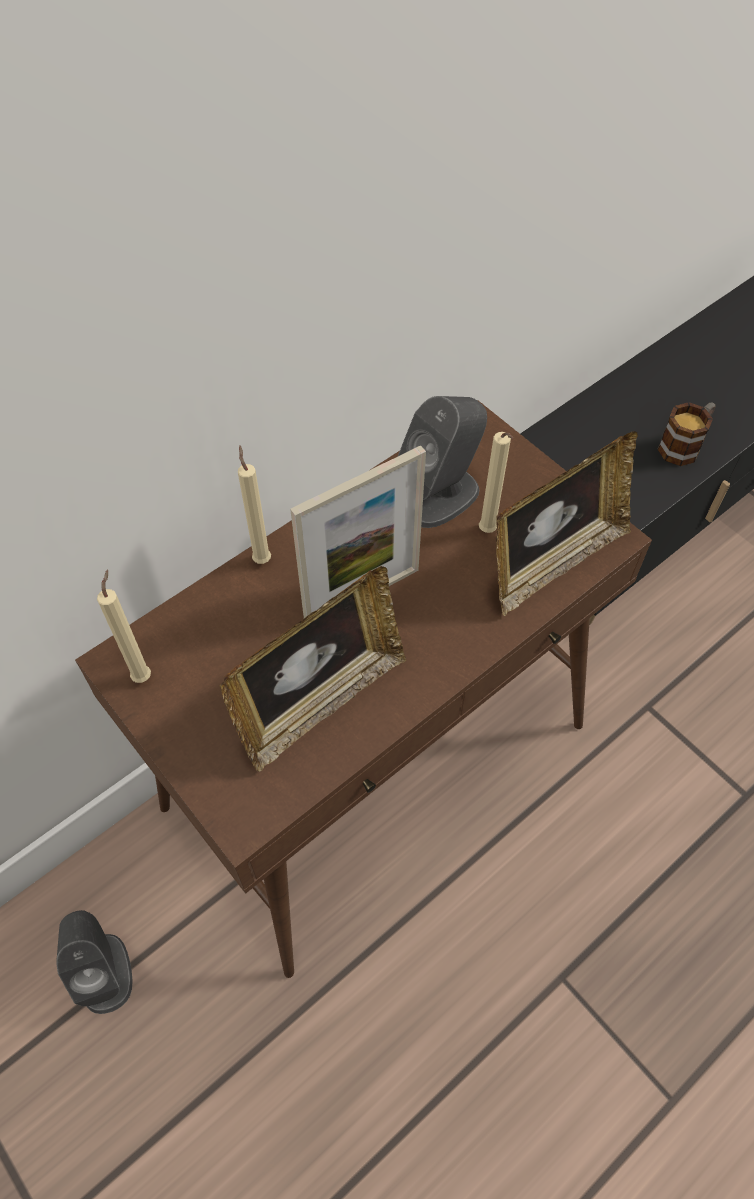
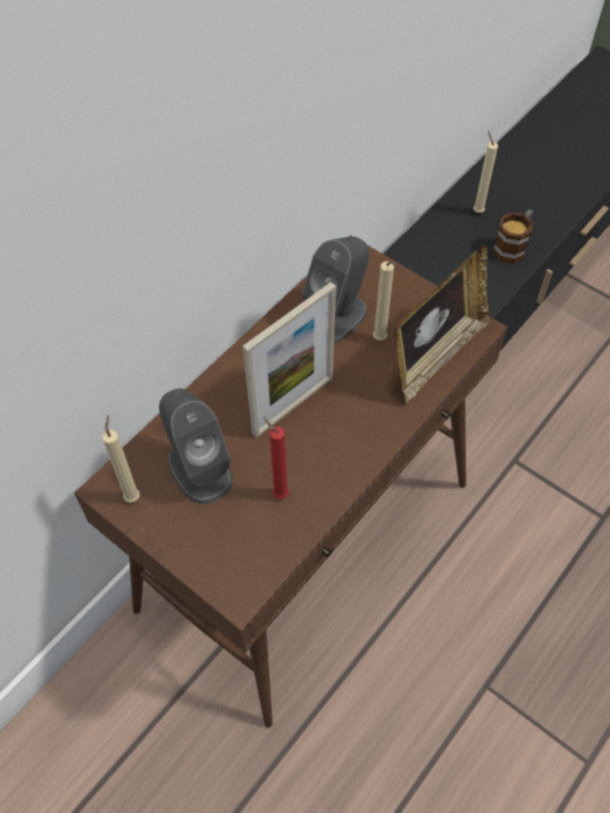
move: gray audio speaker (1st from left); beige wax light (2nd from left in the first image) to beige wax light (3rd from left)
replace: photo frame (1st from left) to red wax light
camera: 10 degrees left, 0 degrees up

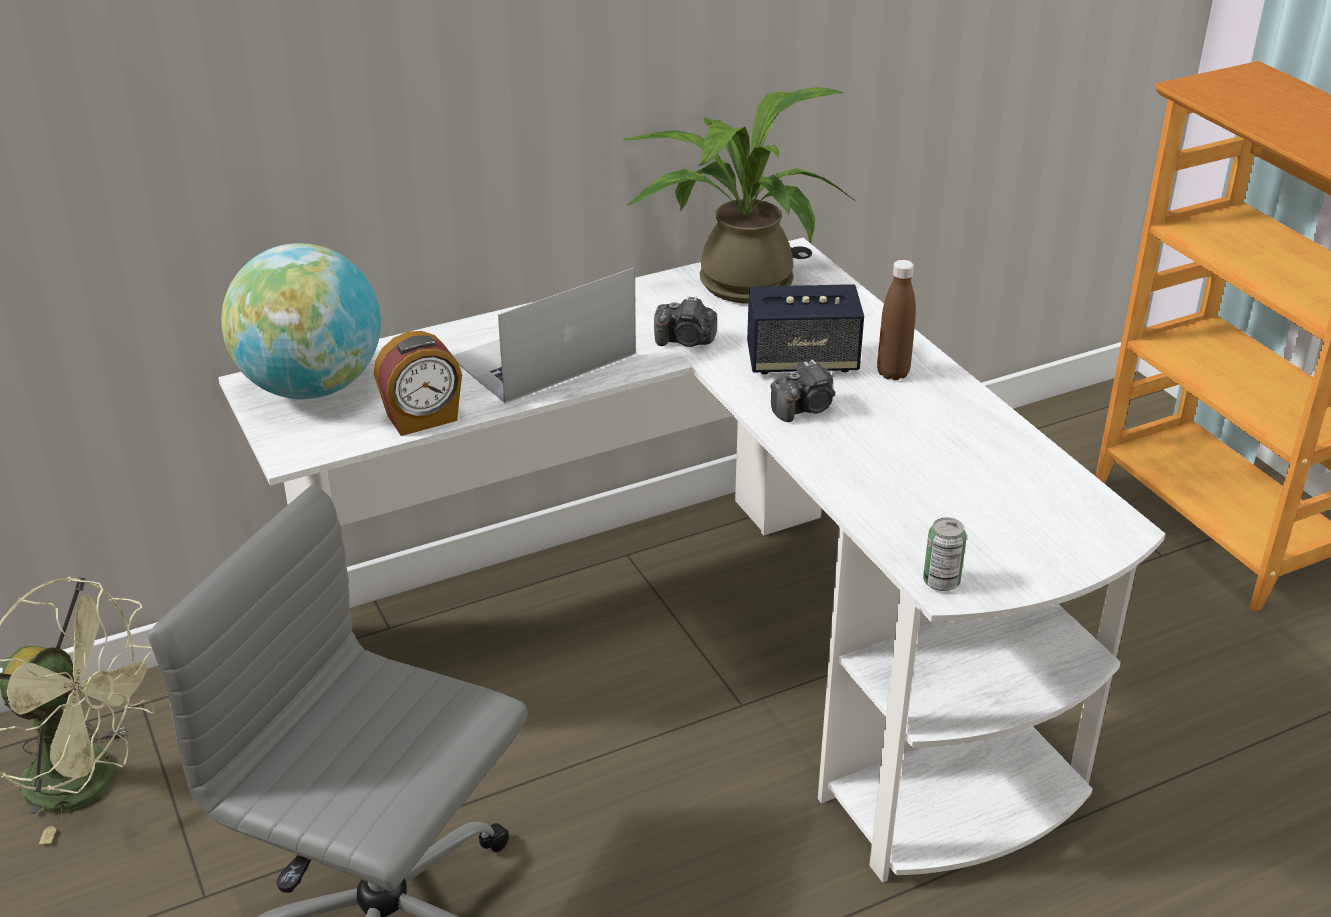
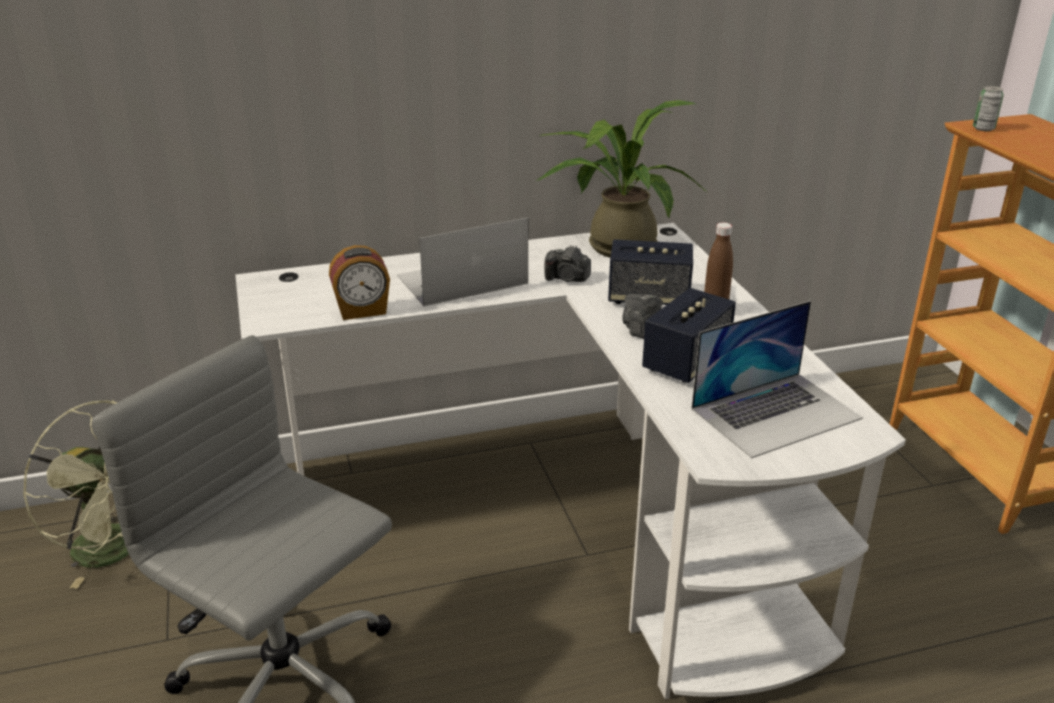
delete: desk globe
insert: audio speaker (2nd from left); portable computer (2nd from left)
move: metal can
rotate: still camera (2nd from left) 135 degrees clockwise
camera: 10 degrees right, 5 degrees down

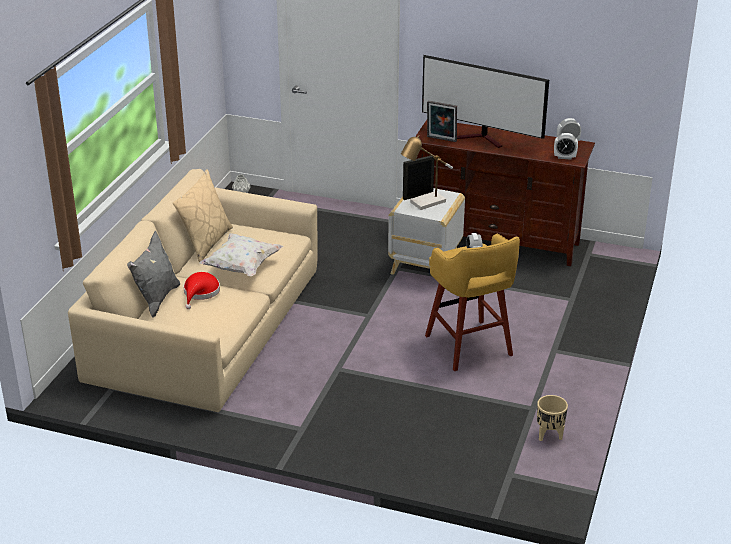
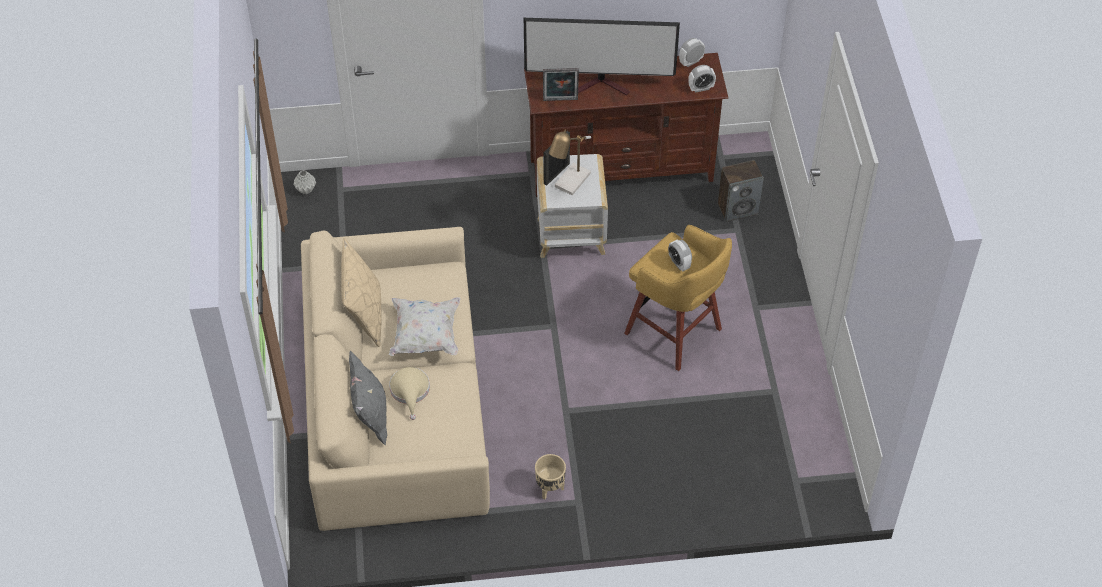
insert: audio speaker
move: beige plant pot
recolor: red wearable hat to beige wearable hat
camera: 25 degrees left, 20 degrees up

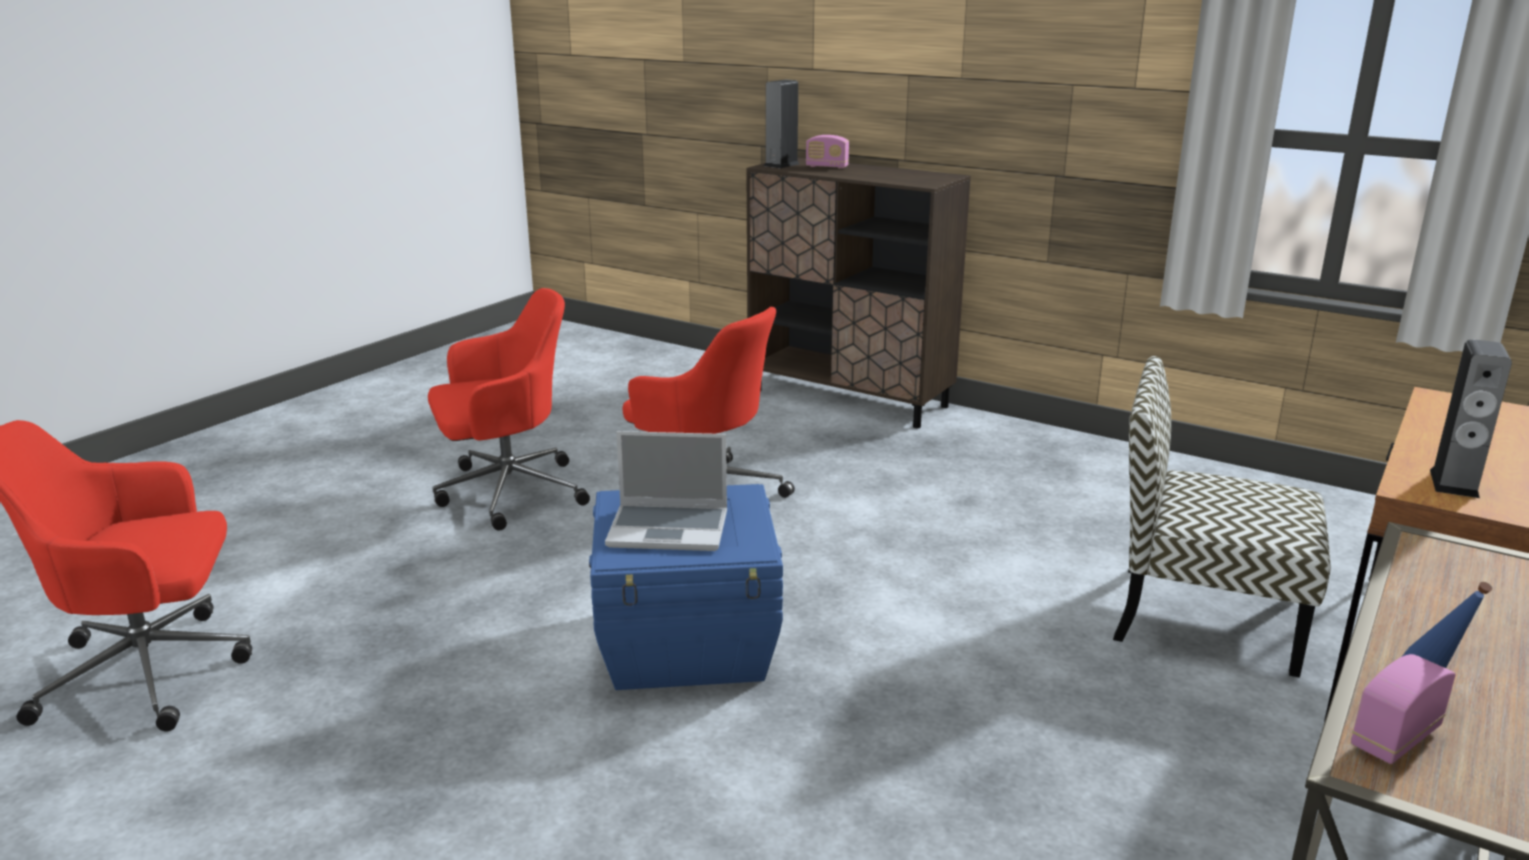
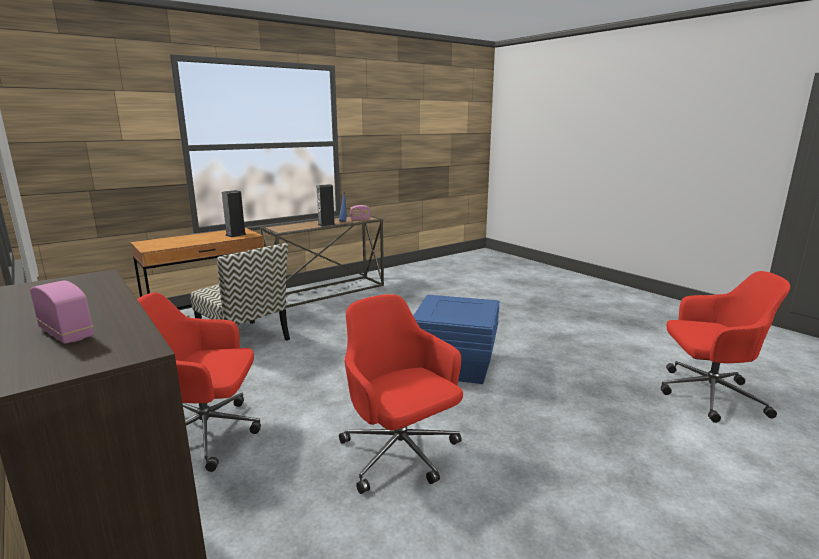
delete: portable computer
move: red computer chair (2nd from left in the first image) to red computer chair (1st from left); audio speaker (1st from left in the first image) to audio speaker (2nd from left)
camera: 160 degrees left, 5 degrees down

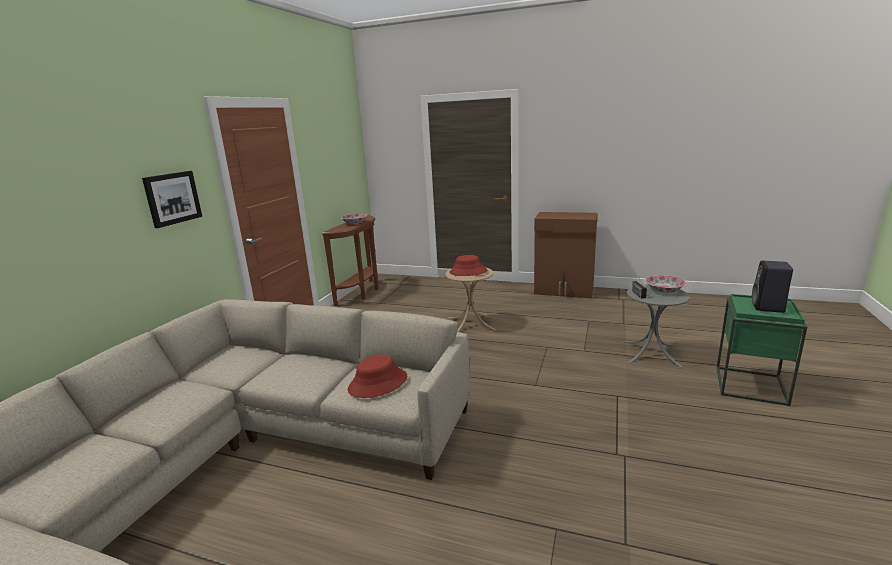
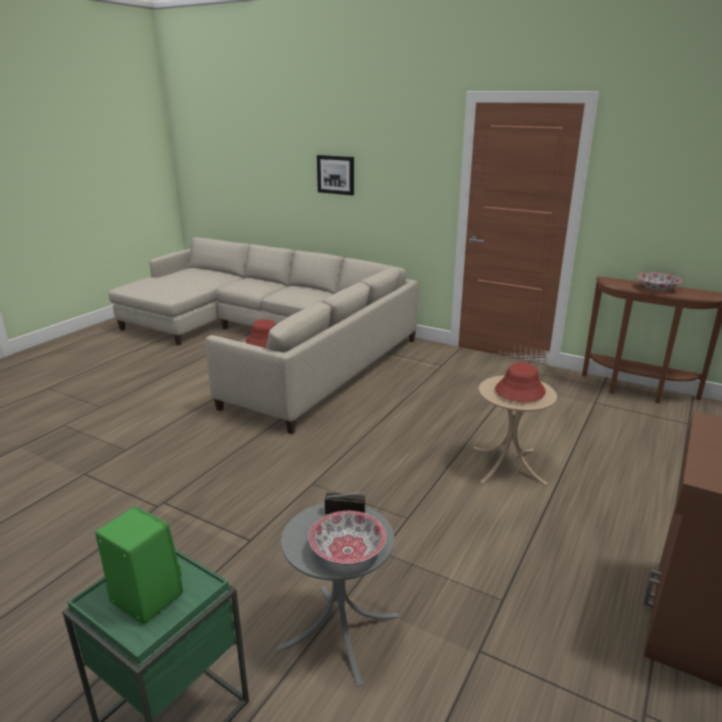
move: wall art
recolor: blackish audio speaker to greenish audio speaker
camera: 100 degrees right, 5 degrees up

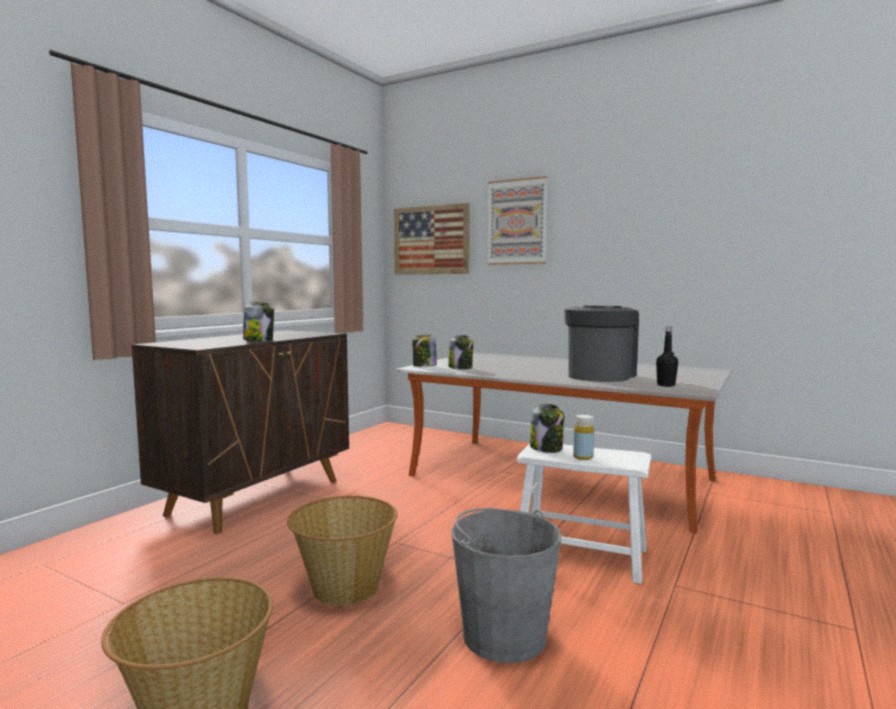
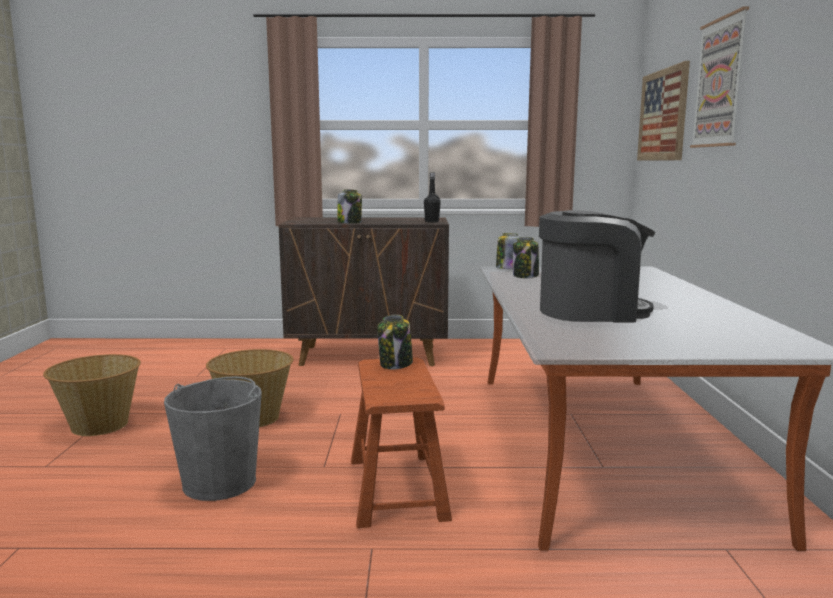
delete: yellow beverage bottle
move: blackish beverage bottle
recolor: white sitting stool to brown sitting stool
camera: 60 degrees right, 5 degrees up

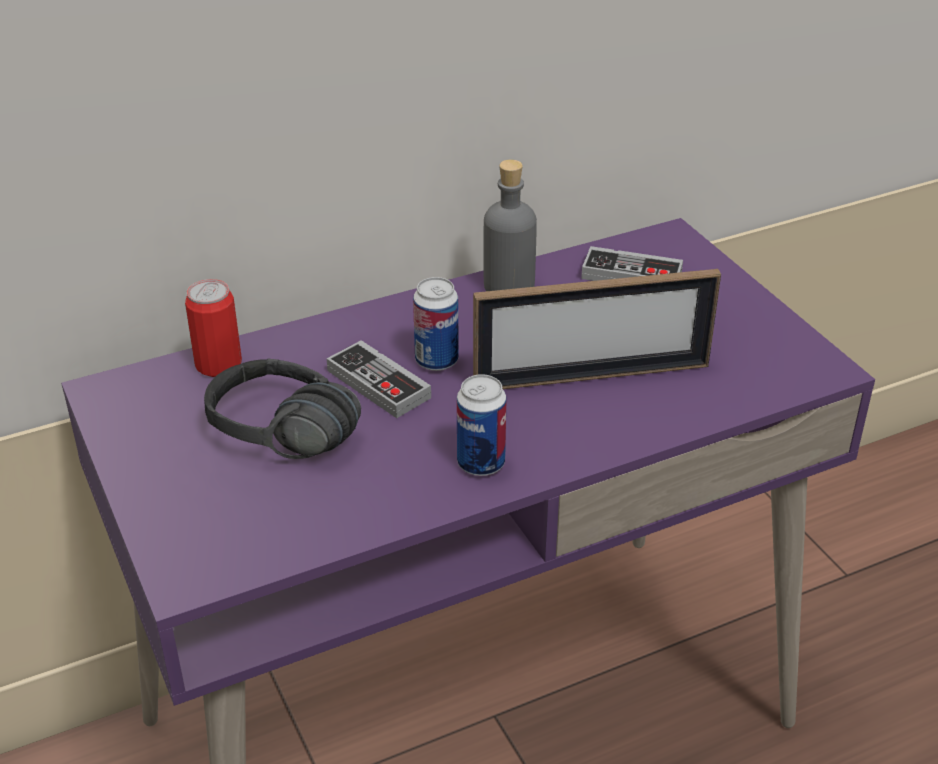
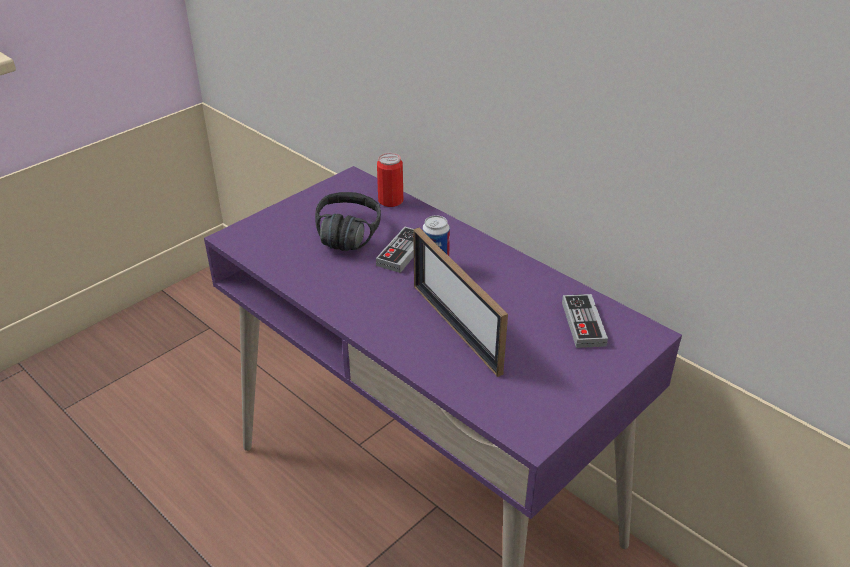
delete: metal can (3rd from left); gray beverage bottle
camera: 70 degrees right, 0 degrees up

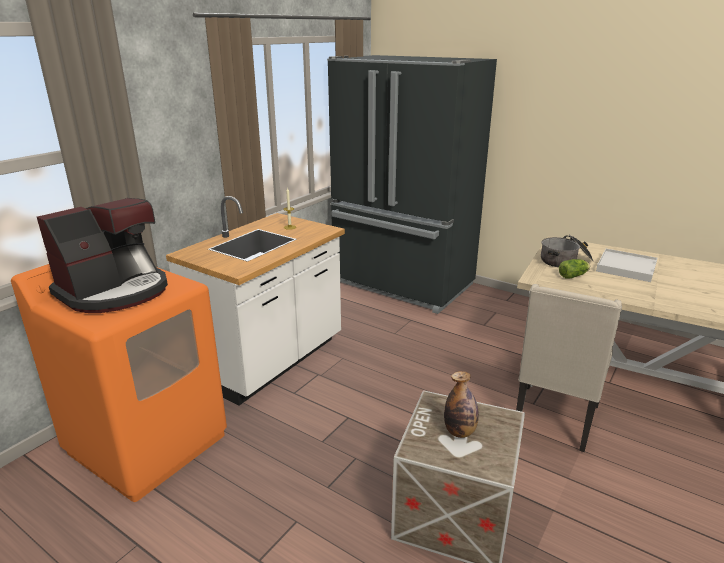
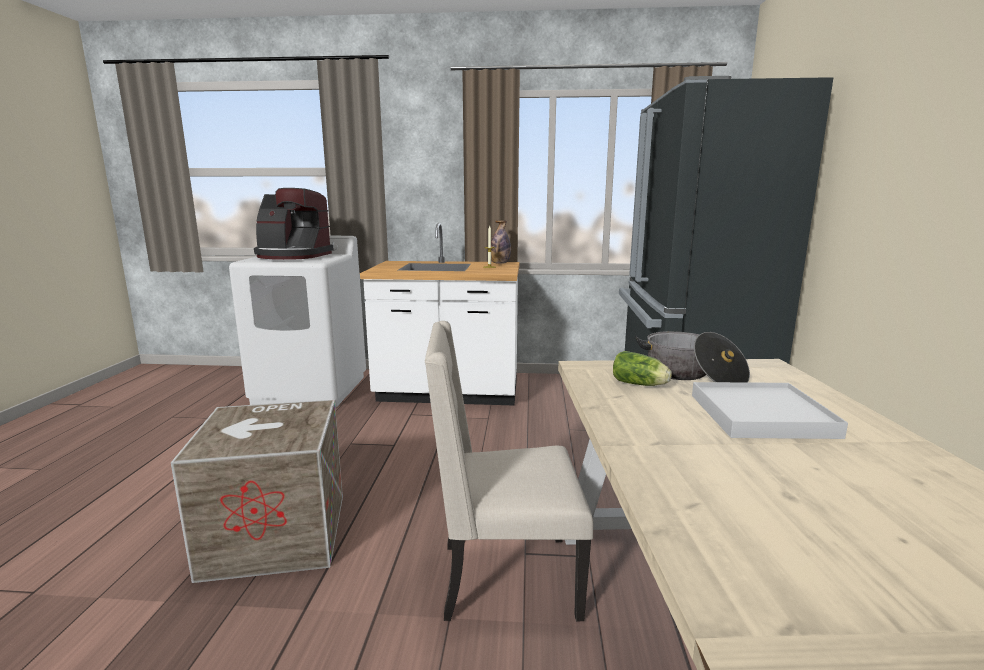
move: beverage bottle
recolor: orangey laundry appliance to white laundry appliance
camera: 60 degrees right, 10 degrees down

